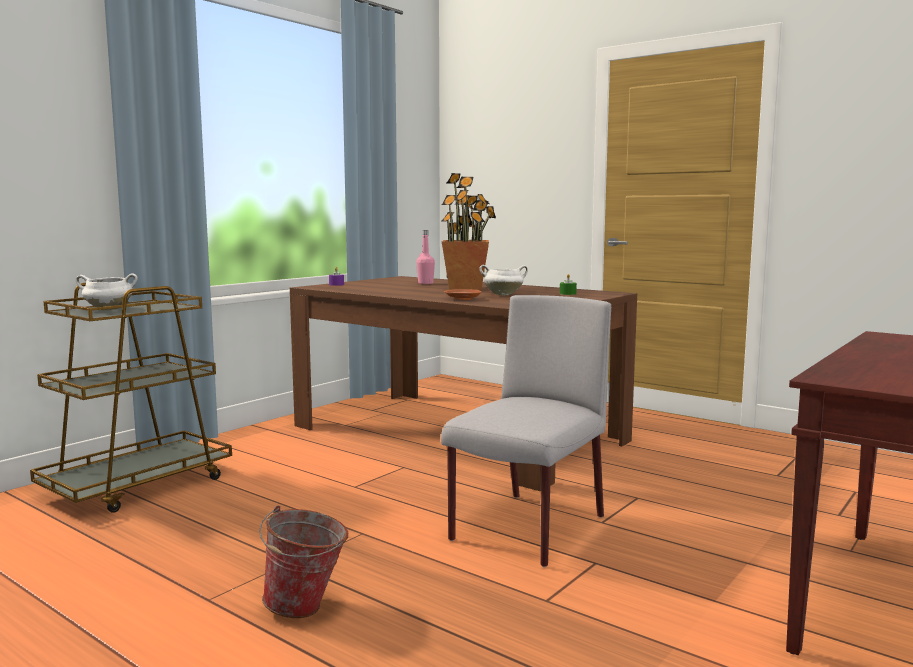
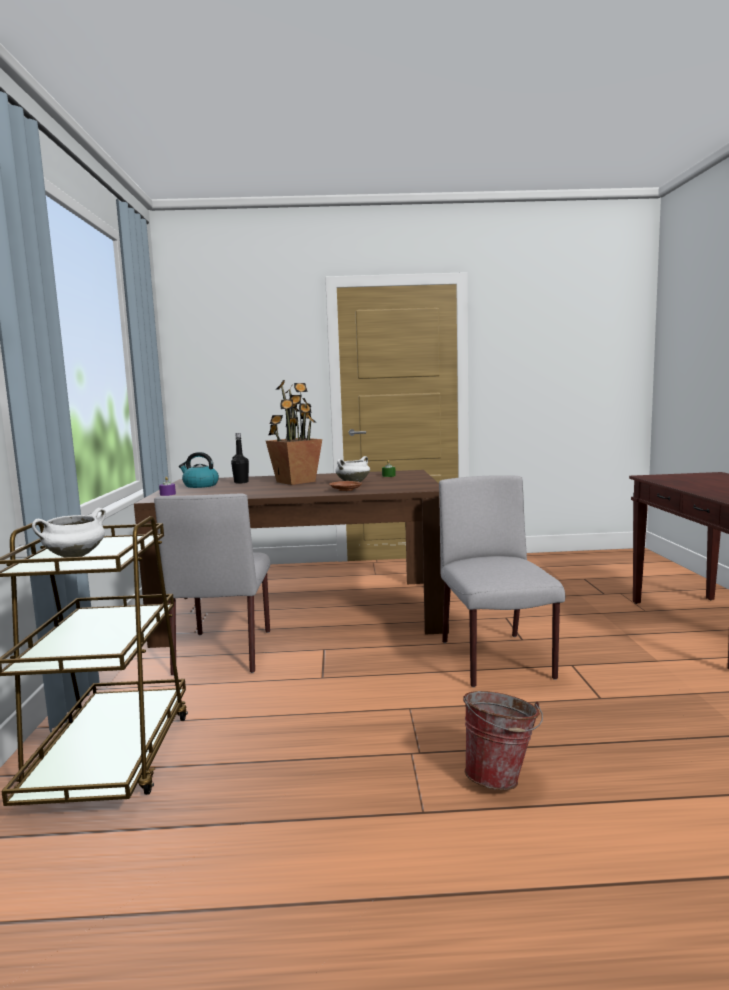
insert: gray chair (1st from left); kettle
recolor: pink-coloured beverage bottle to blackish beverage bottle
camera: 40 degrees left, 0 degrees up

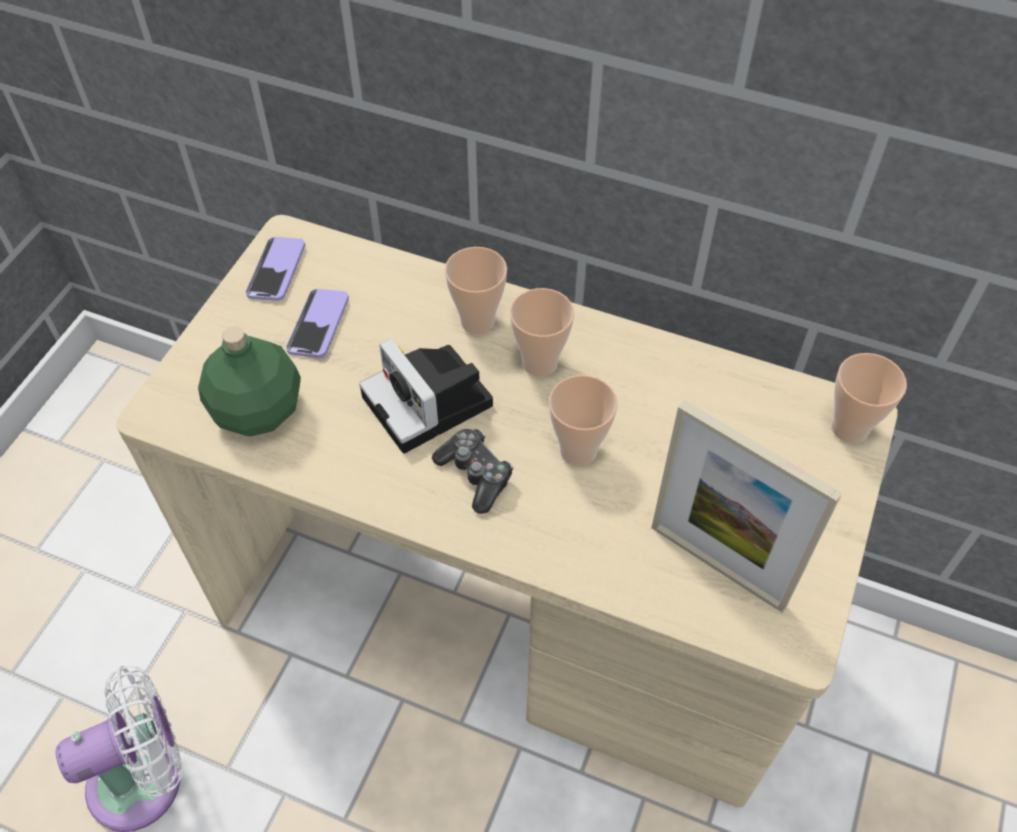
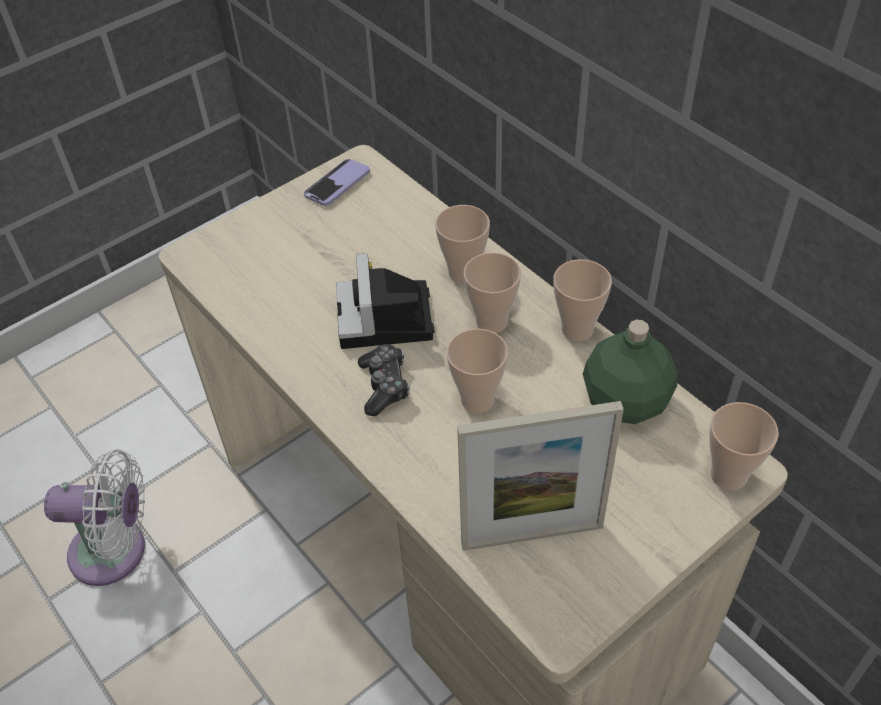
delete: handset (2nd from left)
insert: drinking cup (4th from left)
move: greenish beverage bottle
rotate: photo frame 75 degrees counterclockwise
camera: 30 degrees right, 5 degrees down

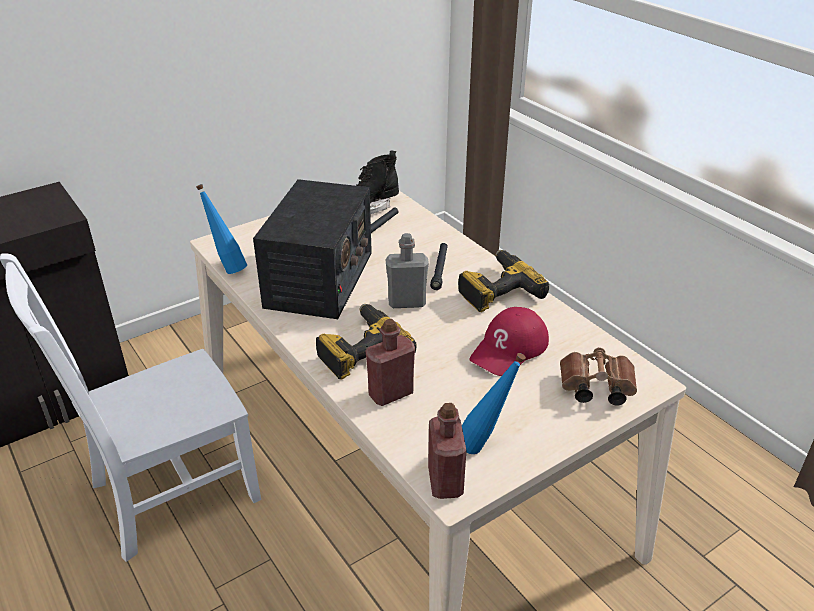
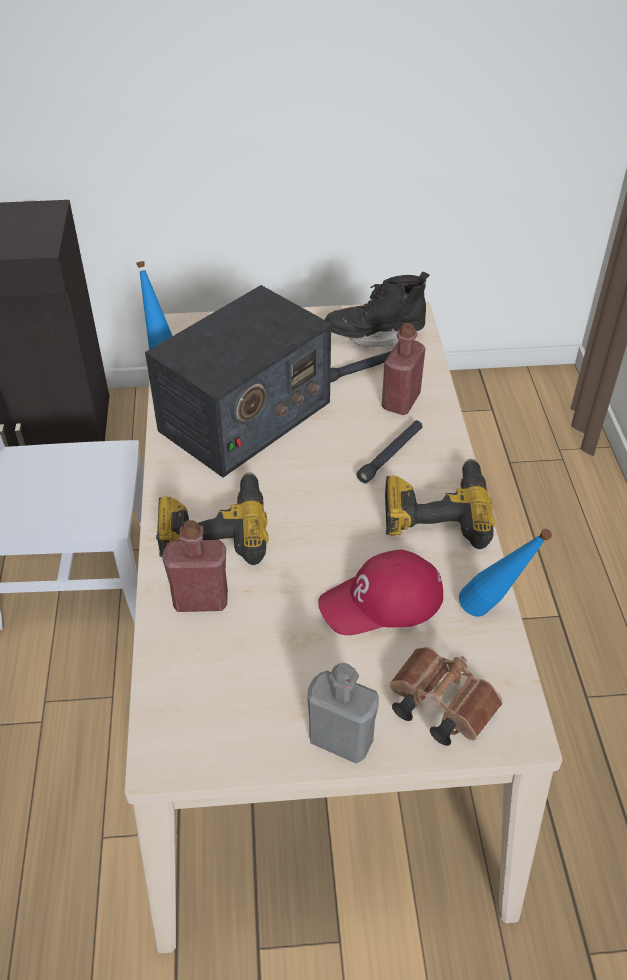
move: gray beverage bottle; red beverage bottle (2nd from left); blue beverage bottle (2nd from left)
camera: 30 degrees right, 10 degrees up

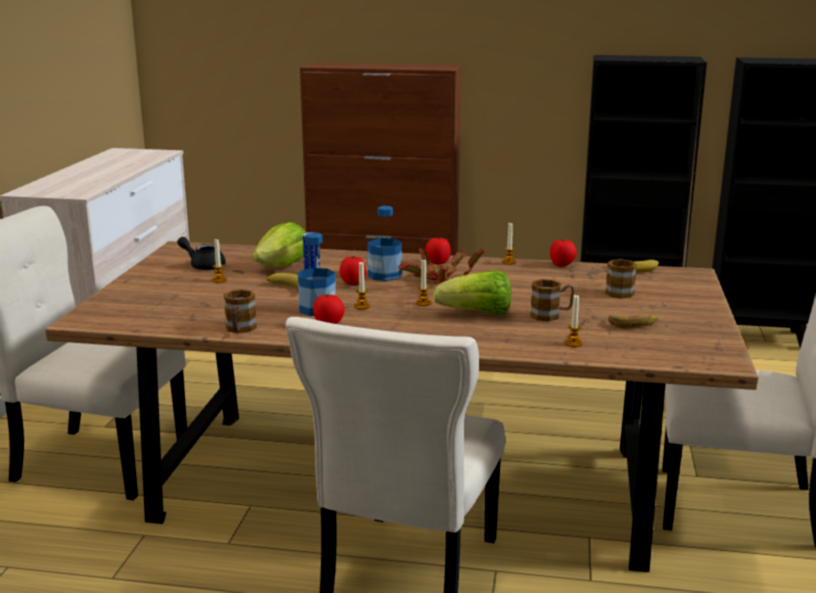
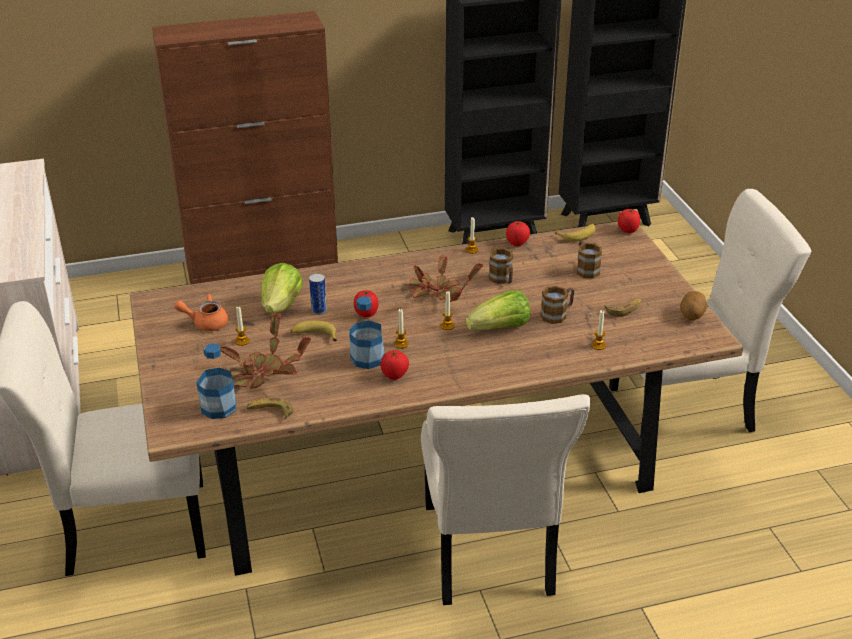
insert: houseplant (1st from left); banana fruit (1st from left); spud
move: coffee mug (1st from left); beverage bottle (2nd from left in the first image) to beverage bottle (1st from left); fresh tomato (3rd from left in the first image) to fresh tomato (4th from left)
recolor: blackish pot for tea to orangey pot for tea
camera: 25 degrees left, 15 degrees up

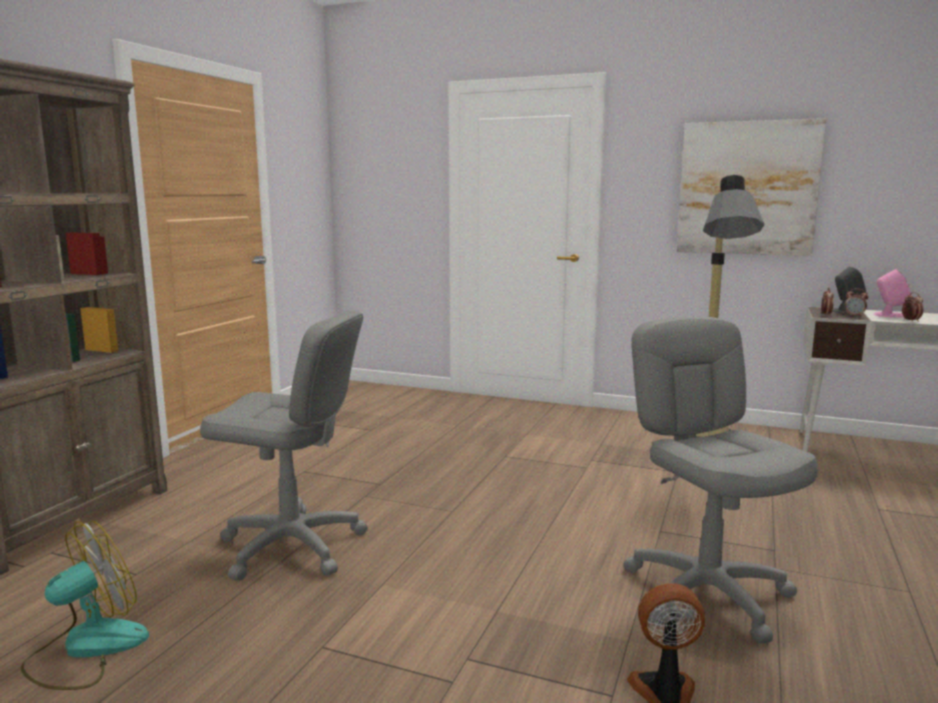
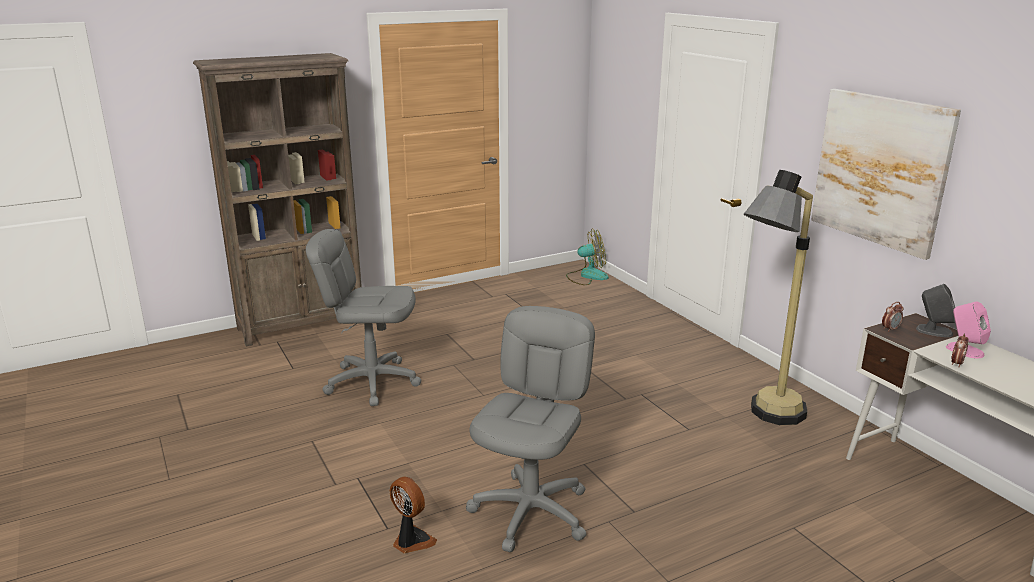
delete: table clock (2nd from left)
move: electric fan (1st from left in the first image) to electric fan (2nd from left)
rotate: gray computer chair (1st from left) 135 degrees clockwise
camera: 40 degrees right, 10 degrees up

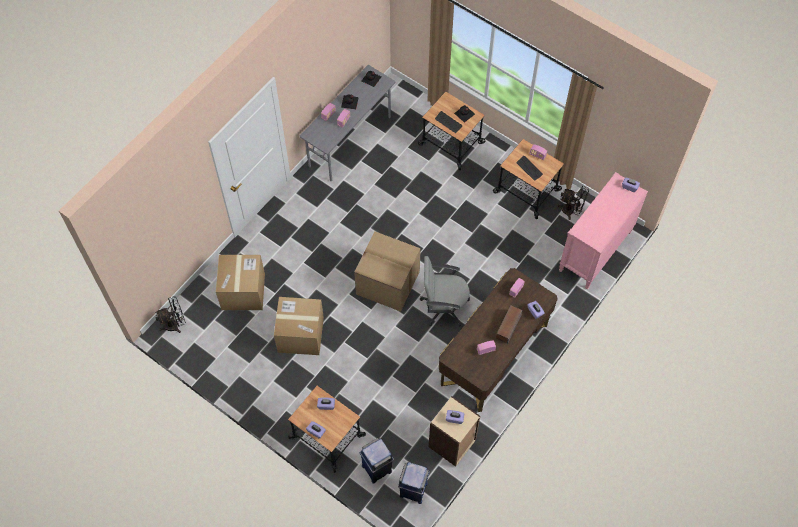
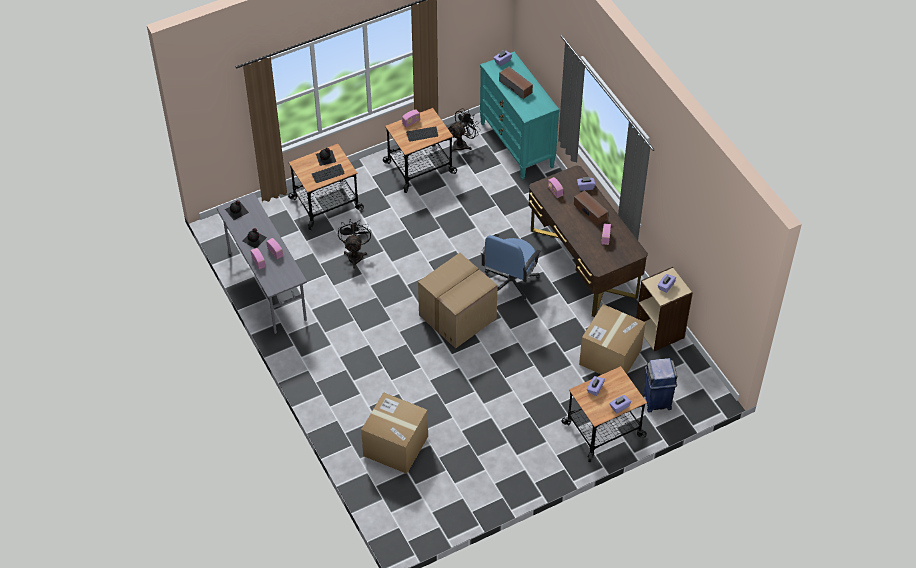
delete: blue trash can (2nd from left)
insert: audio speaker (1st from left)
move: blackish electric fan (1st from left); packing box (2nd from left in the first image) to packing box (3rd from left)
recolor: gray computer chair to blue computer chair; pink-coloured dresser to turquoise-coloured dresser
camera: 65 degrees left, 10 degrees down

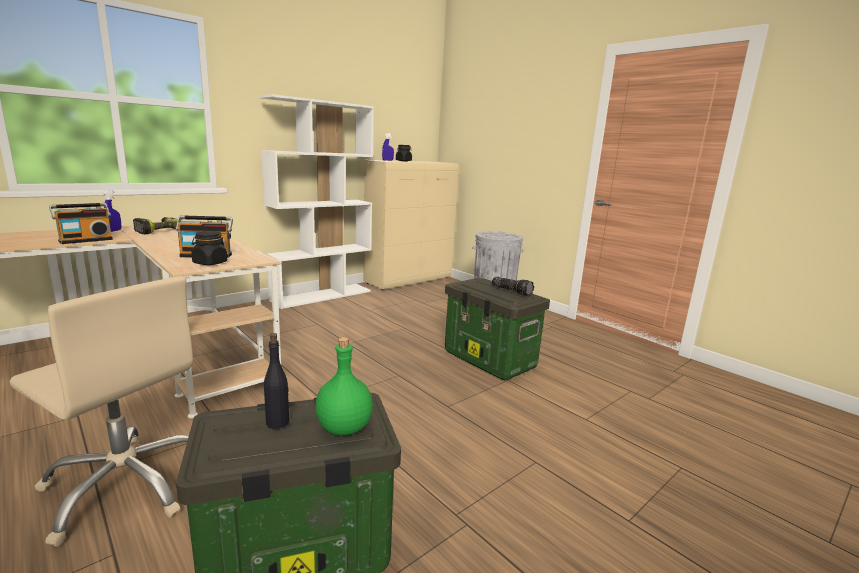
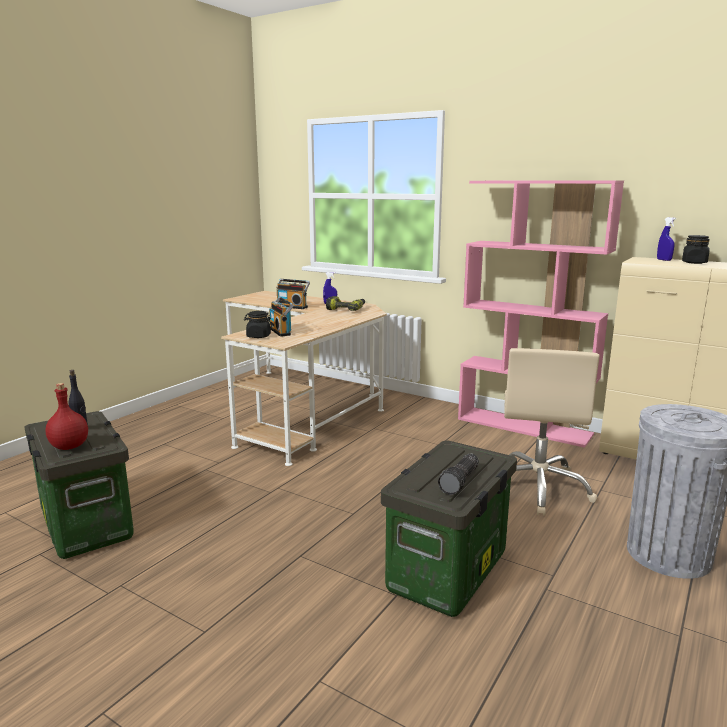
move: beige computer chair
recolor: white bookshelf to pink-coloured bookshelf; greenish beverage bottle to red beverage bottle
camera: 75 degrees right, 0 degrees up

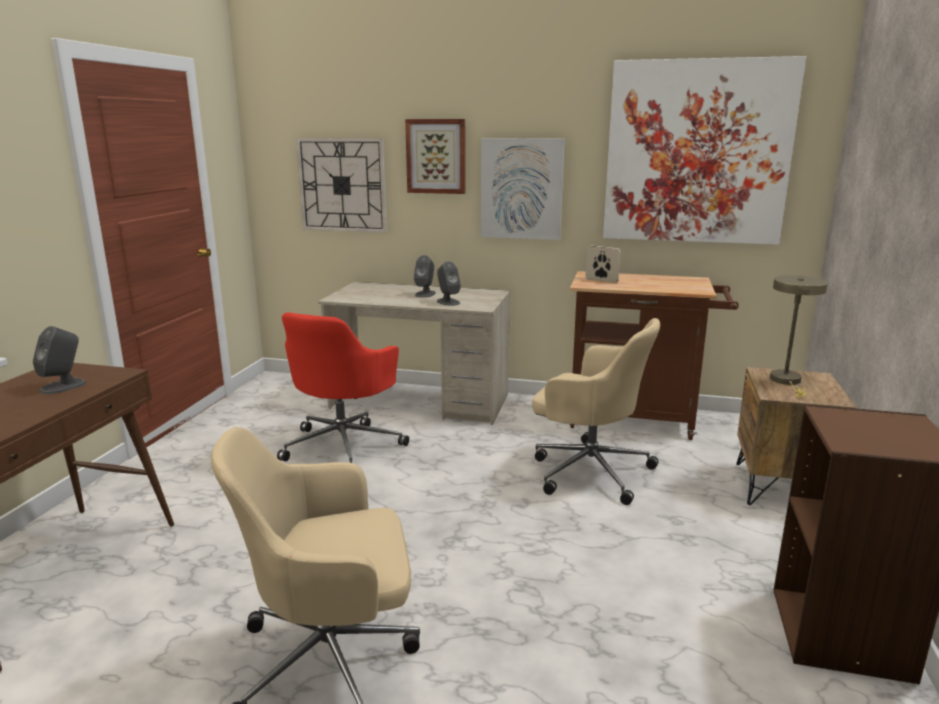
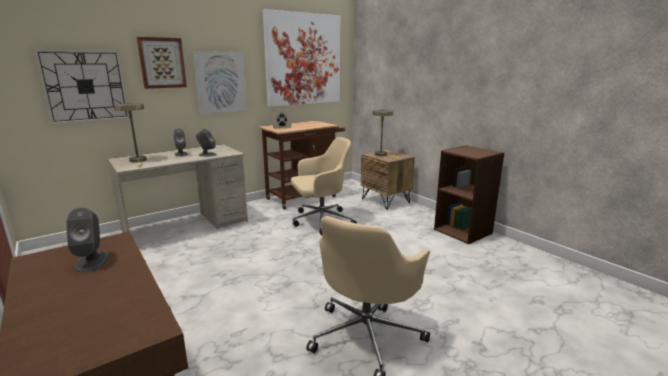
delete: red computer chair
insert: beige lamp for a table (1st from left)
camera: 50 degrees left, 0 degrees up

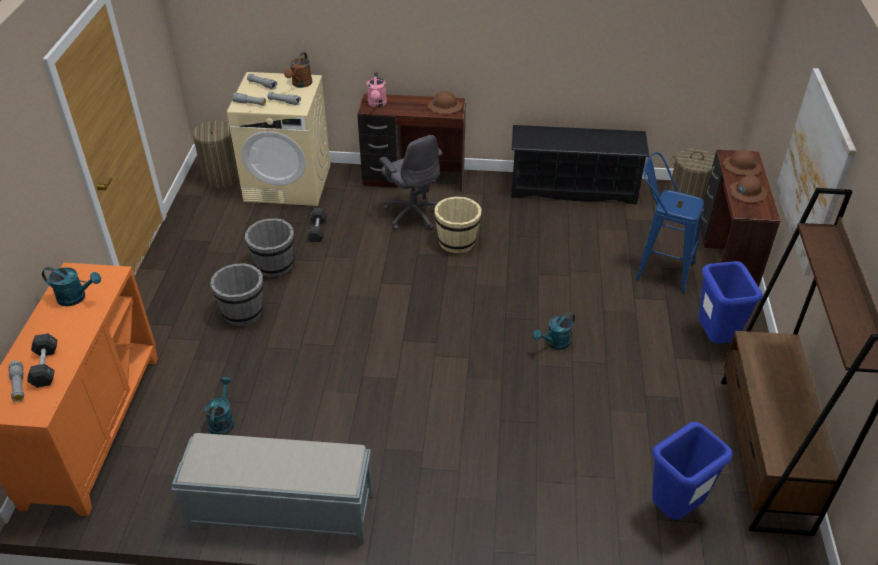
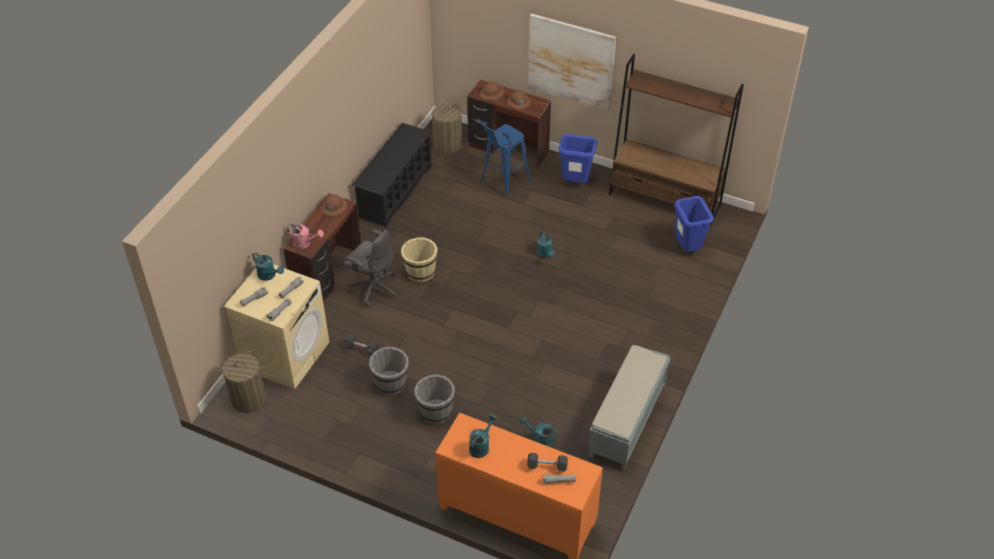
recolor: brown watering pot to turquoise-coloured watering pot (1st from left)
rotate: gray computer chair 45 degrees clockwise
camera: 70 degrees left, 5 degrees up

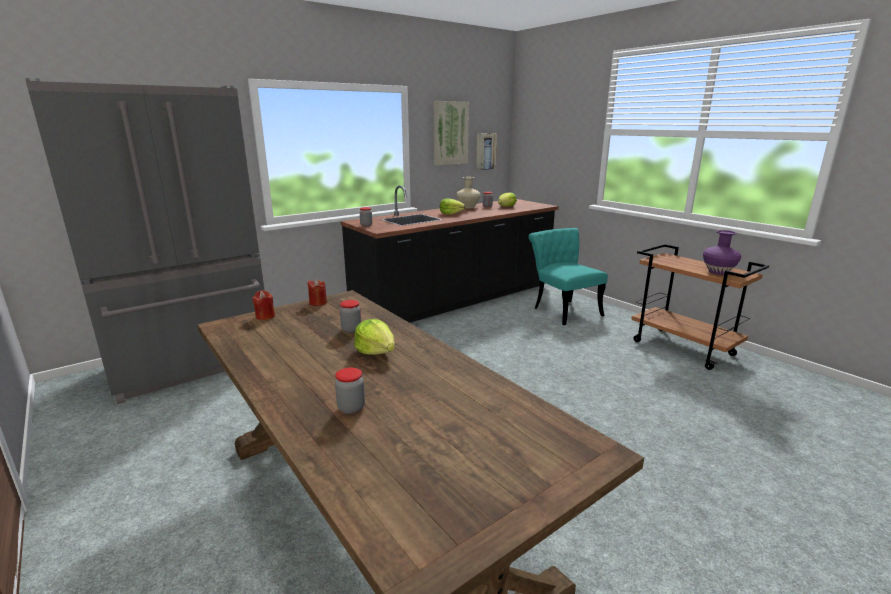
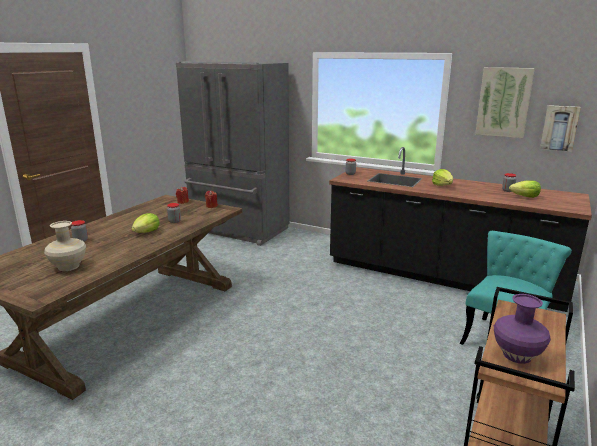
move: beige flower vase
camera: 65 degrees right, 0 degrees up

